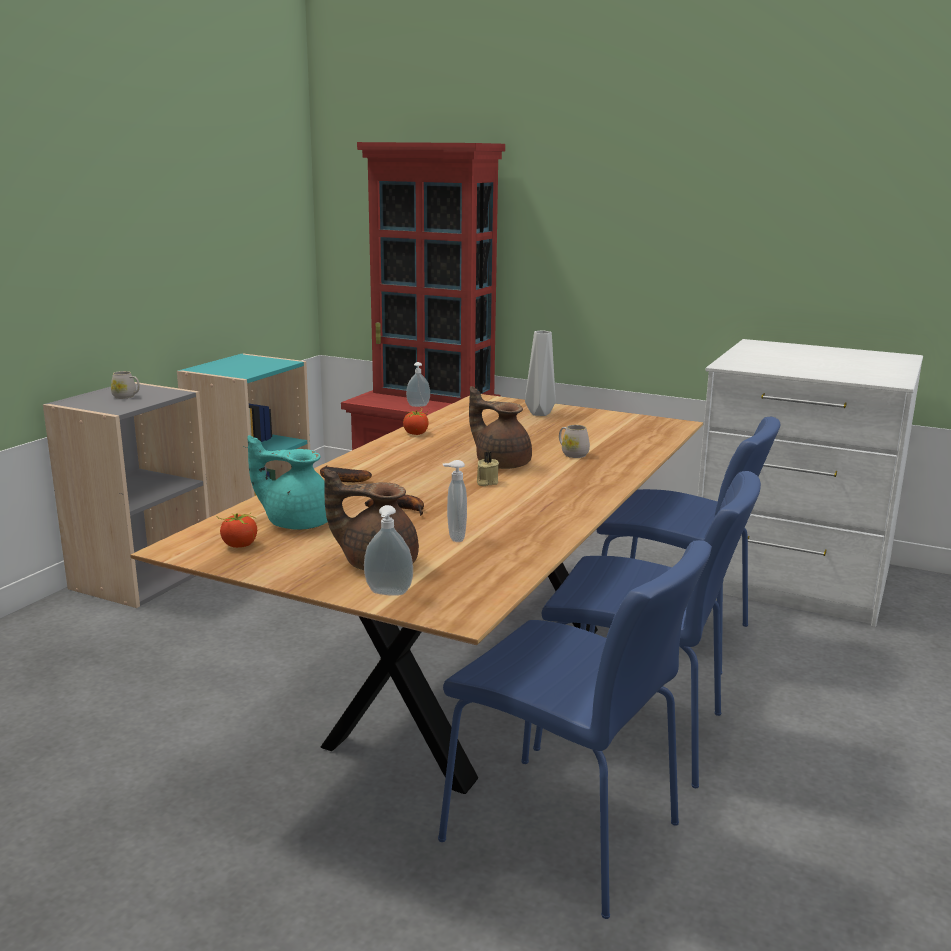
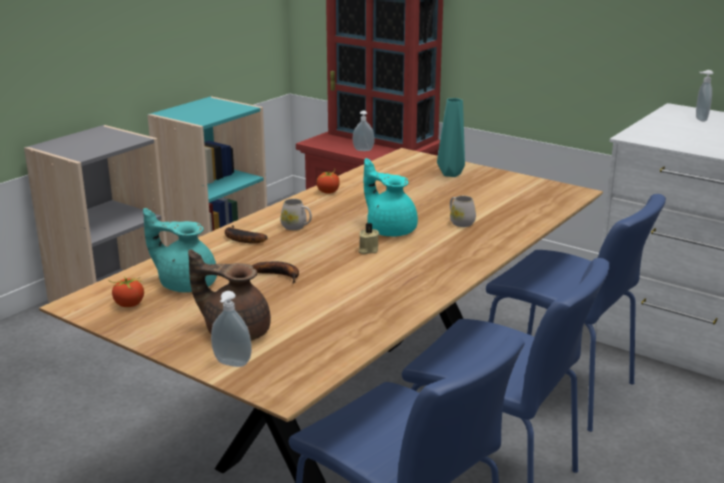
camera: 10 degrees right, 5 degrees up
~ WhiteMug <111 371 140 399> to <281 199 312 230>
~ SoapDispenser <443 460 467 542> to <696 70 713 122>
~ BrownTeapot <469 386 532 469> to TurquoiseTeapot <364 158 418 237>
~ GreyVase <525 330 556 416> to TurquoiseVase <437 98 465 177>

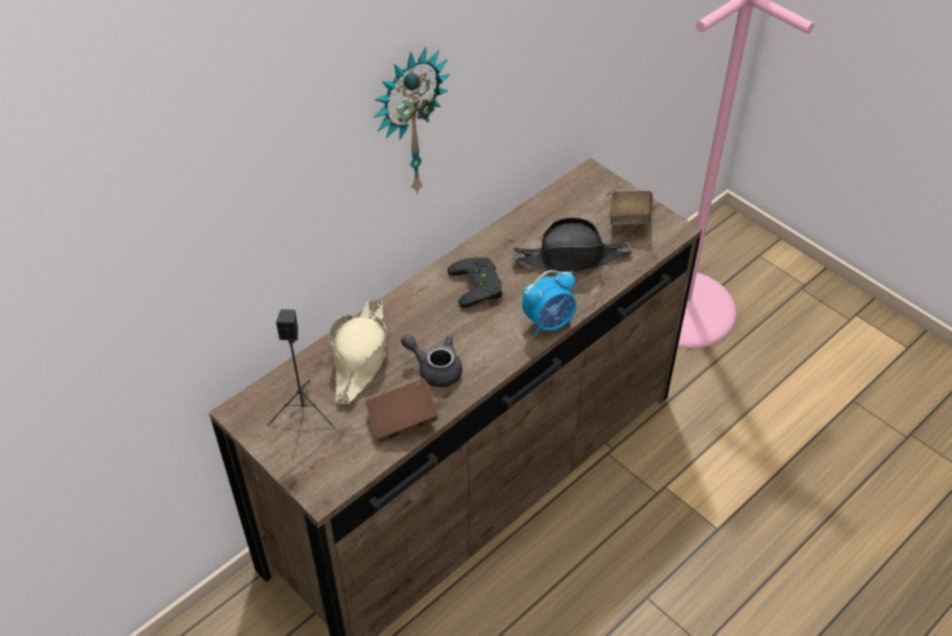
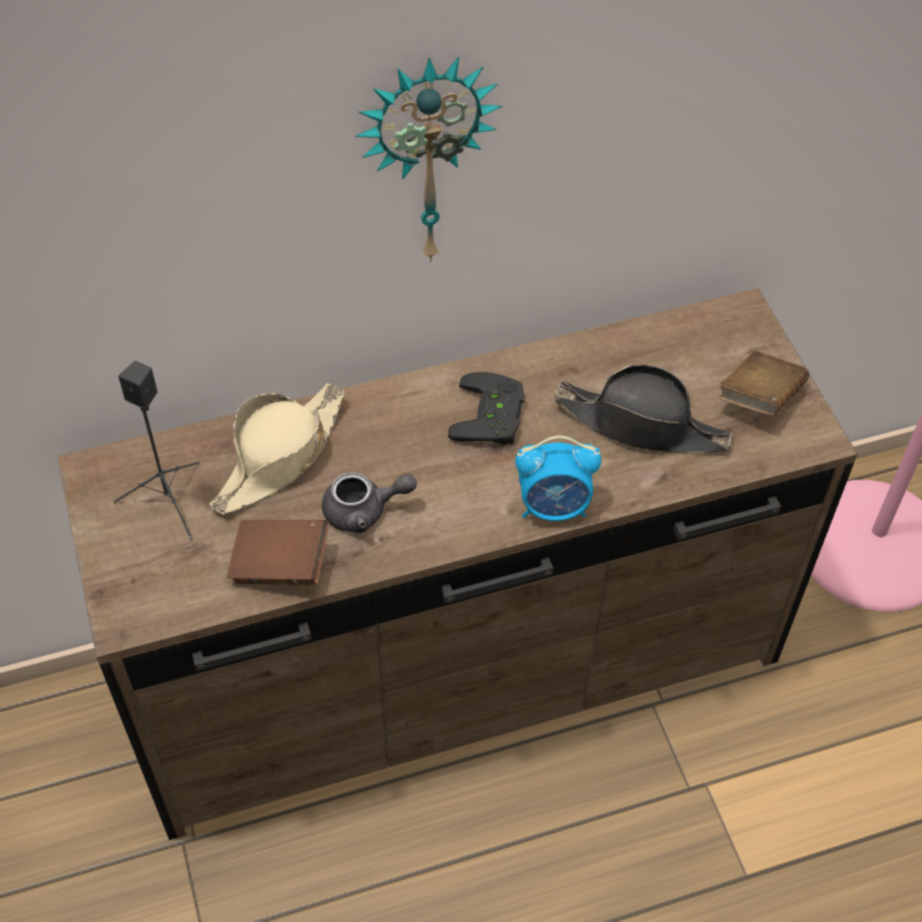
camera: 25 degrees right, 5 degrees up
~ GreyTeapot <401 334 462 387> = <322 472 417 533> 120 degrees clockwise

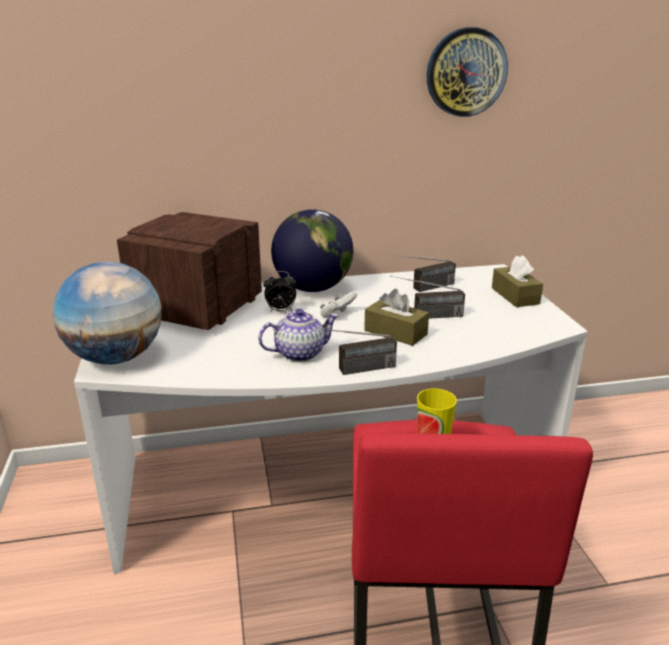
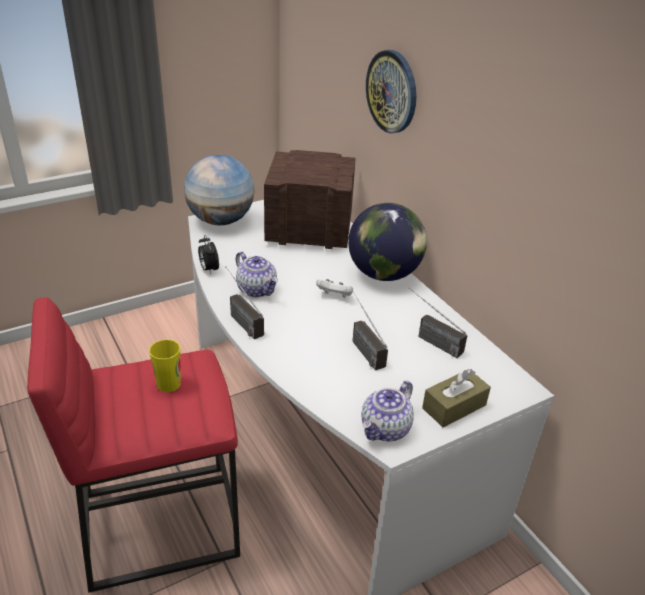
camera: 70 degrees right, 10 degrees up
- BrownTissueBox <364 289 429 346>
+ Teapot <361 380 414 441>
~ AlarmClock <263 271 296 312> to <198 235 219 274>
~ WallClock <427 27 508 117> to <366 50 416 133>

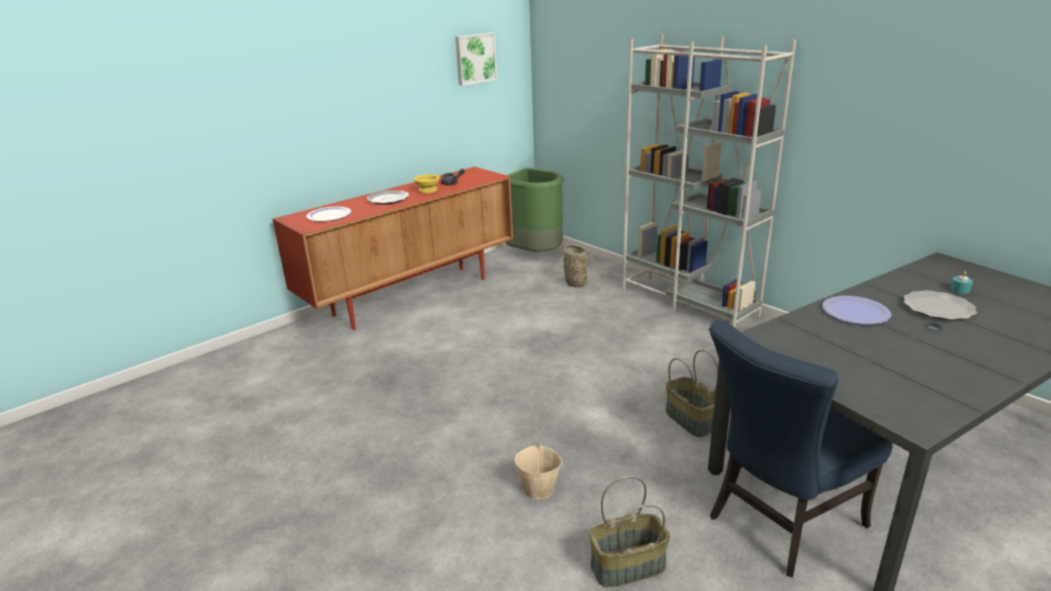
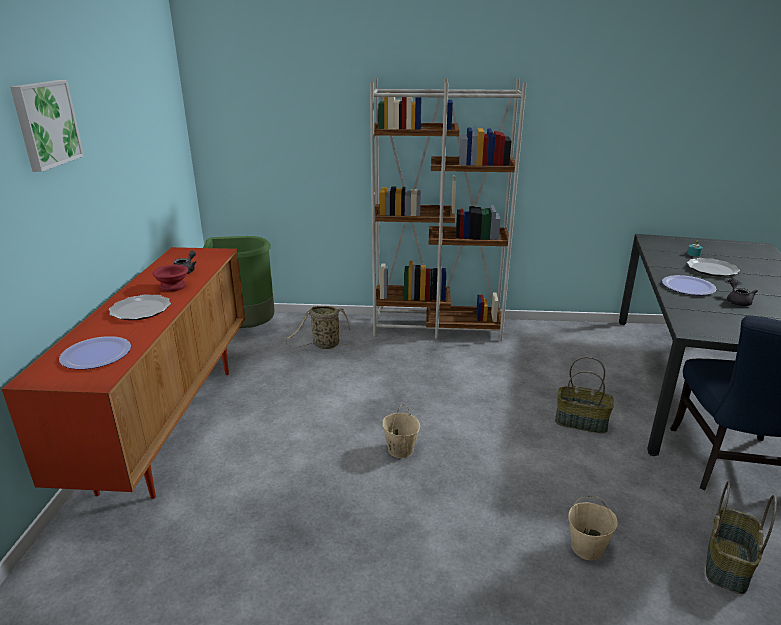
camera: 45 degrees left, 0 degrees up
+ BeigeBucket <382 404 420 458>
+ GreyTeapot <727 279 758 306>
~ Picture <455 33 497 86> to <10 80 84 172>
~ YellowBowl <414 174 440 194> to RedBowl <152 265 188 292>
~ GreyBookcase <622 34 796 328> to BrownBookcase <370 78 527 341>

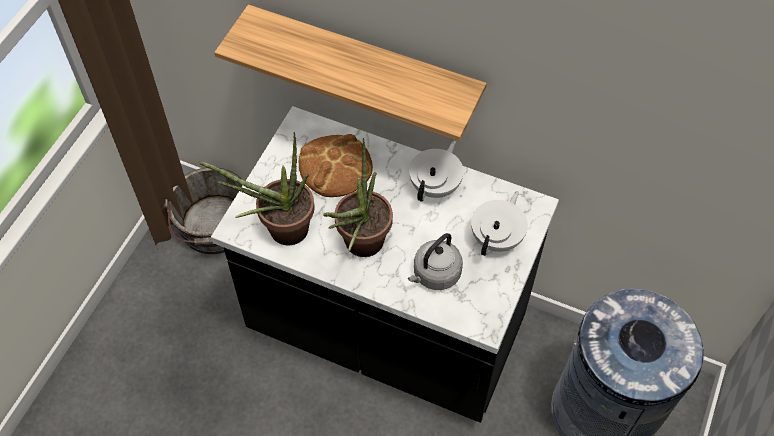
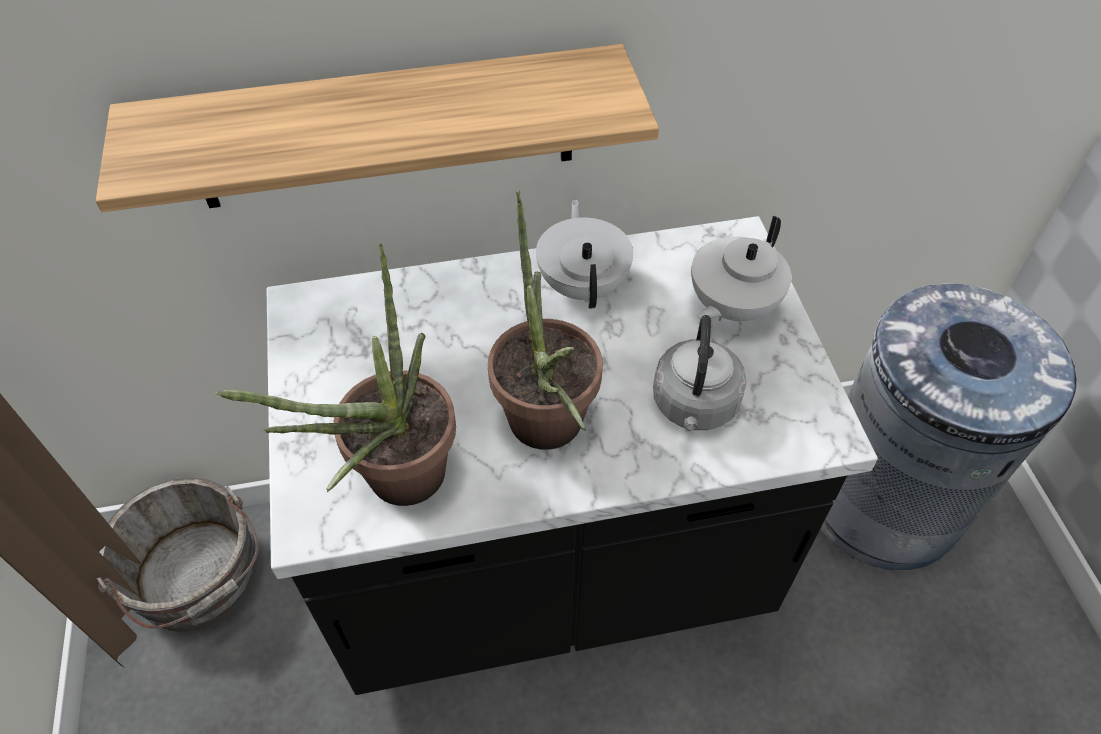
camera: 35 degrees left, 5 degrees down
- Bread <299 134 373 197>
~ WhiteTeapot <471 191 528 256> = <691 216 791 321> 135 degrees counterclockwise

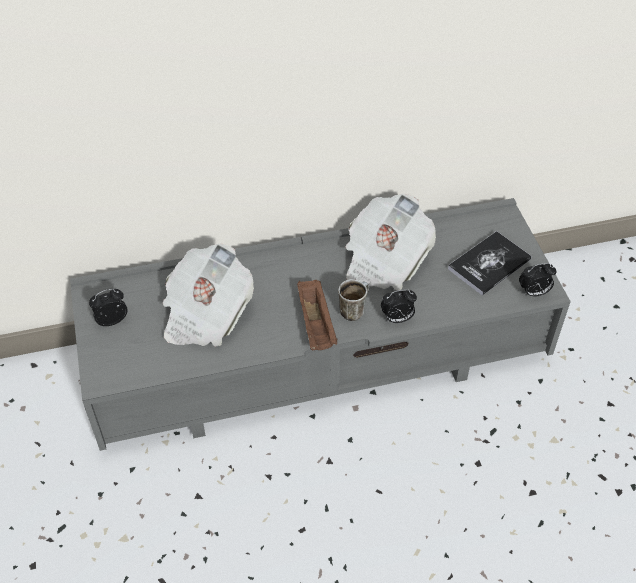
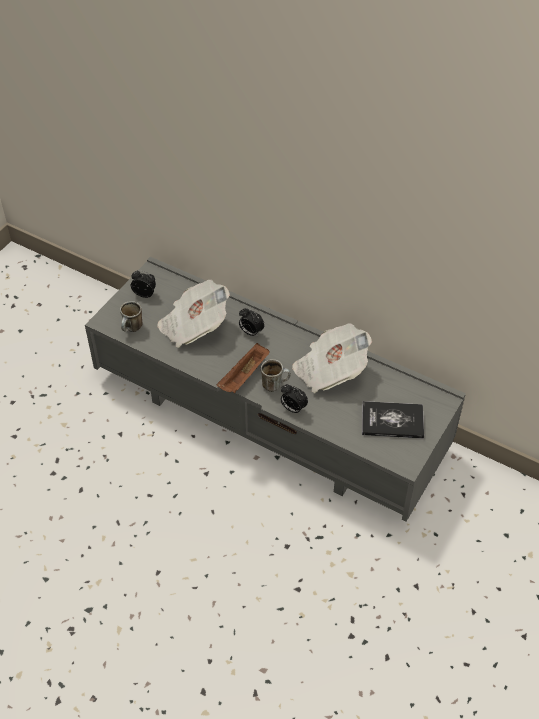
camera: 45 degrees right, 0 degrees up
+ Mug <120 301 143 332>
~ AlarmClock <519 263 556 297> to <239 308 265 337>

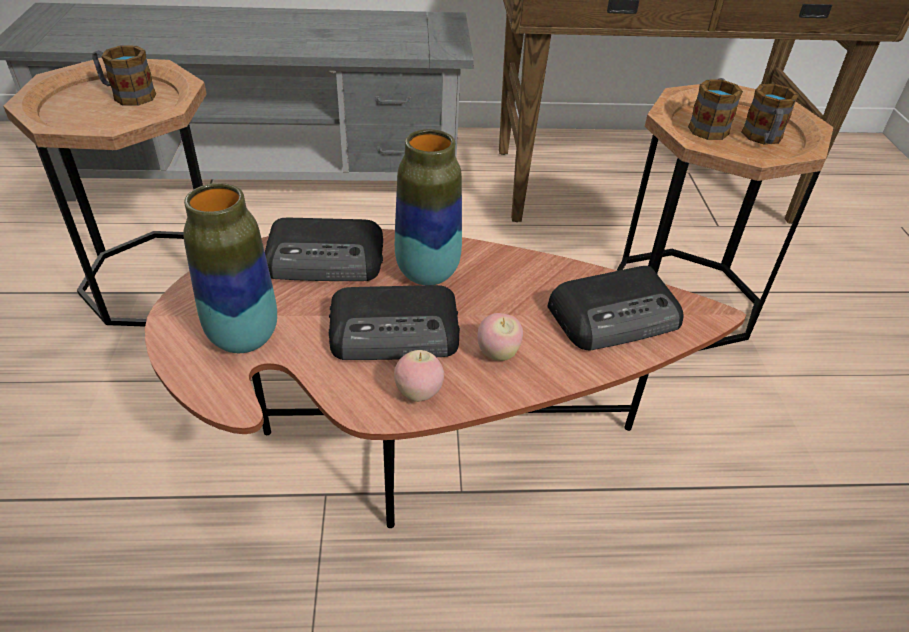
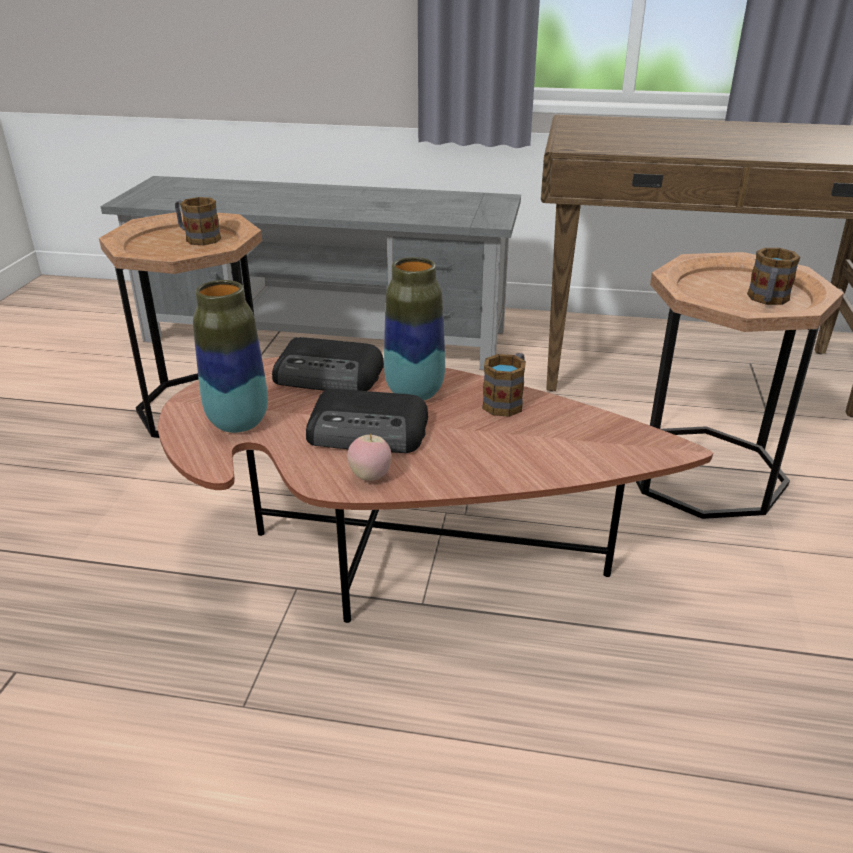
camera: 15 degrees right, 10 degrees down
- Apple <477 313 523 361>
- Radio <547 266 684 350>
~ Mug <688 78 743 140> to <482 353 526 417>

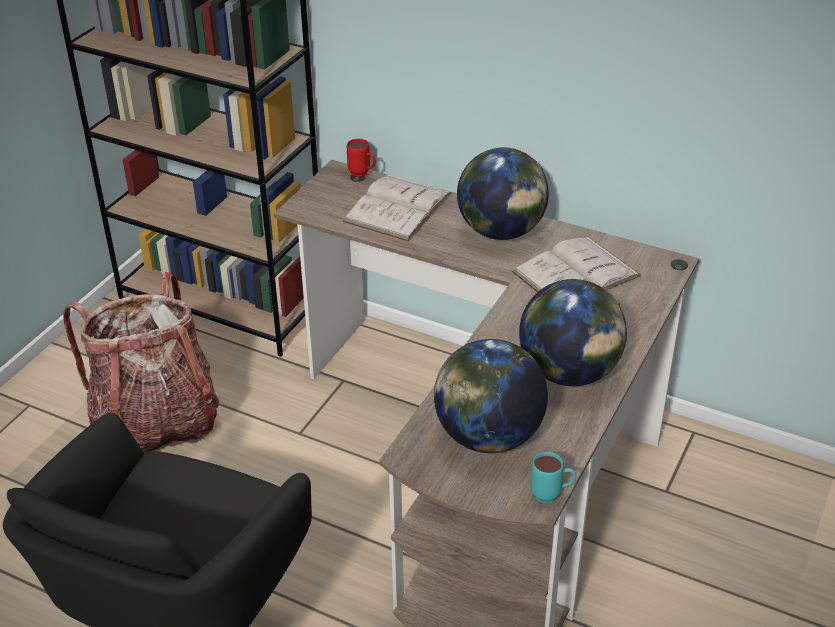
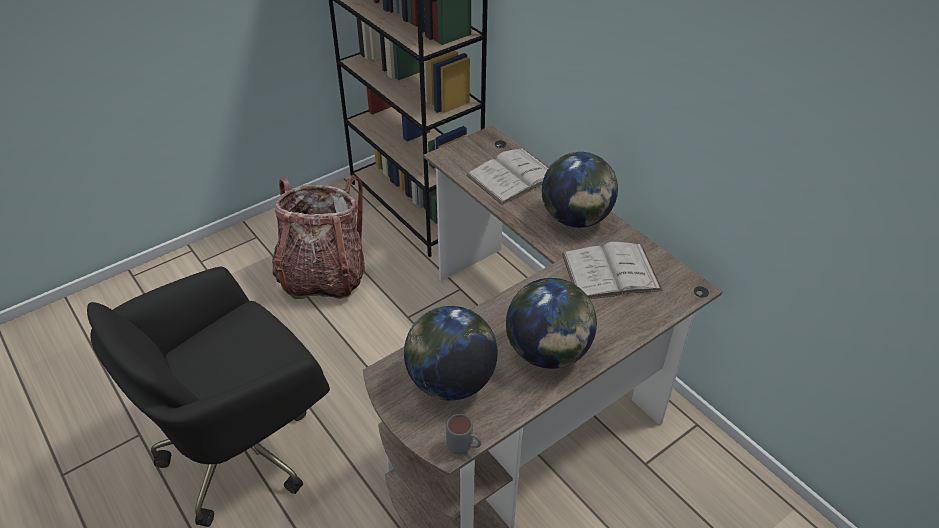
camera: 25 degrees right, 5 degrees up
- RedMug <347 139 376 177>
~ TurquoiseMug <530 452 577 503> to GreyMug <446 414 481 455>

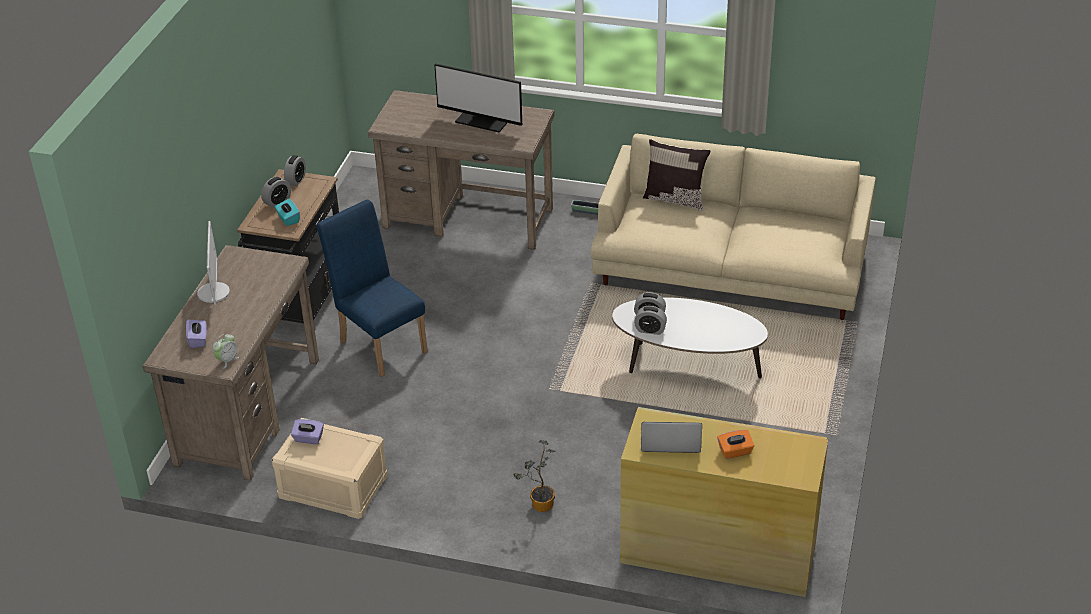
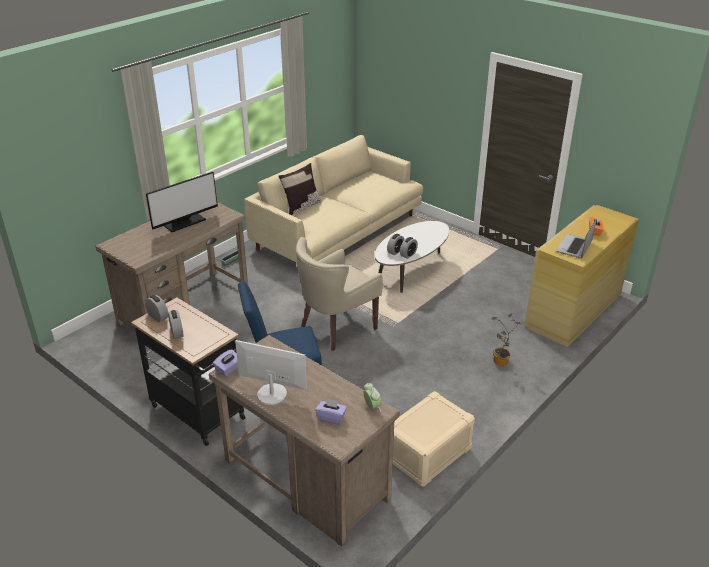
camera: 65 degrees left, 5 degrees down
- TurquoiseTissueBox <275 199 300 226>
+ BeigeArmchair <296 237 383 351>
~ PurpleTissueBox <291 419 324 444> to <213 349 238 377>

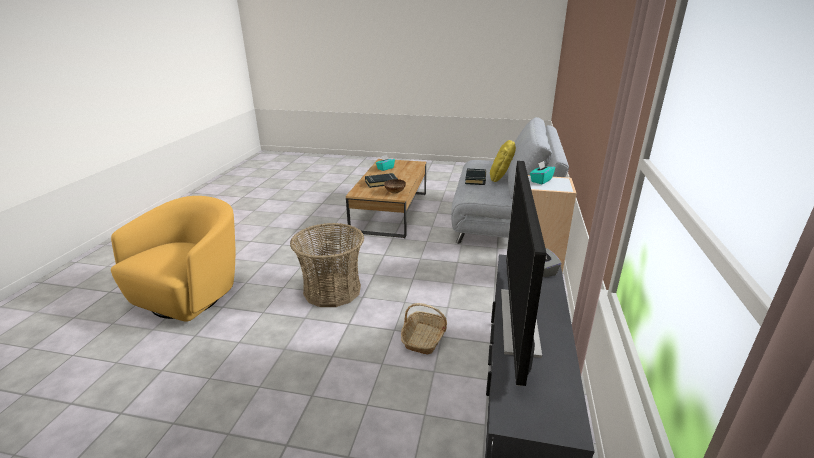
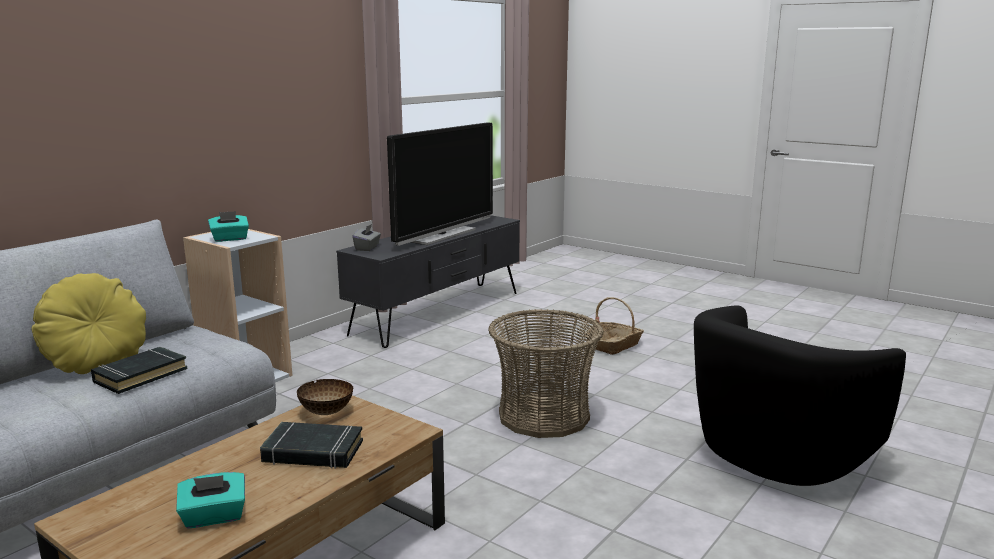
camera: 155 degrees left, 10 degrees down
~ Basket <401 303 447 354> to <586 297 644 355>
~ YellowArmchair <111 196 235 322> to BlackArmchair <694 305 906 486>

